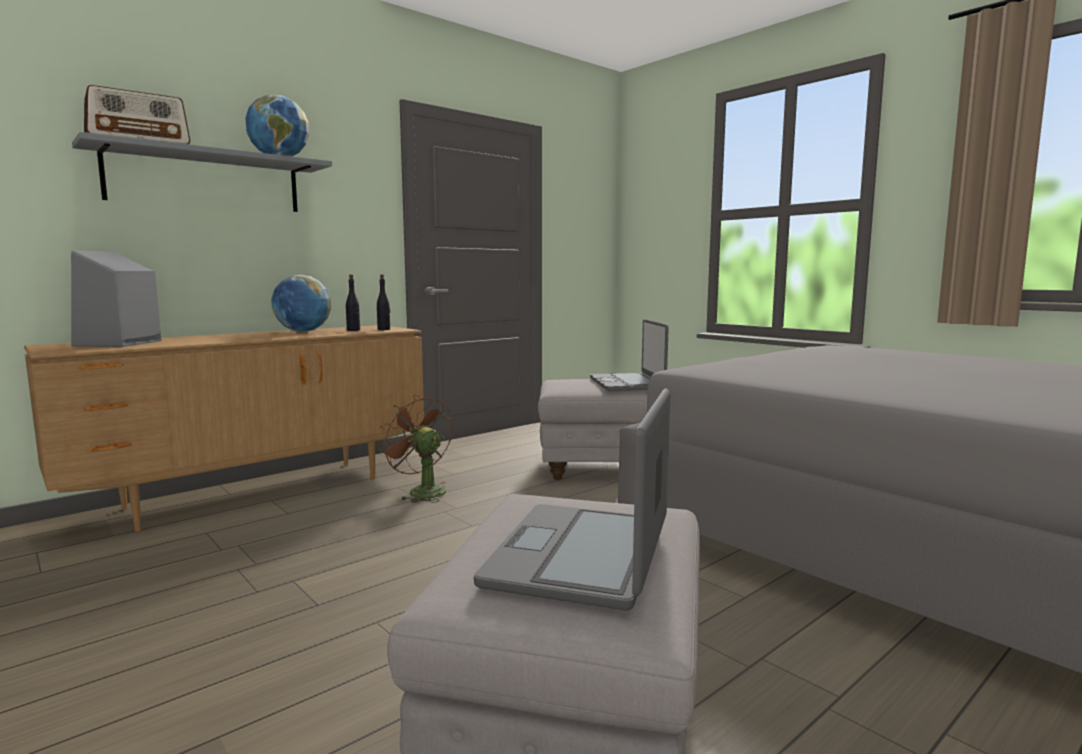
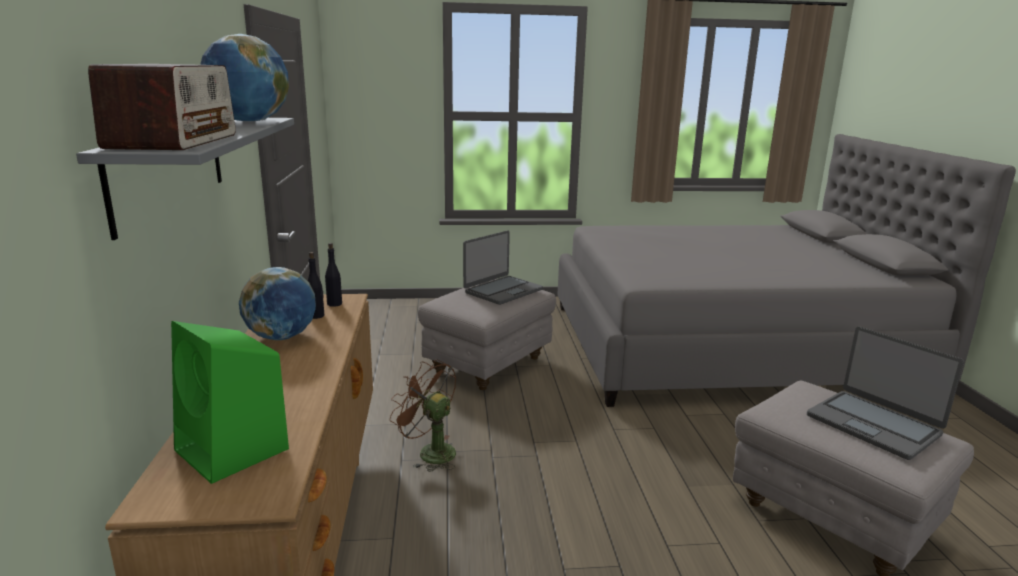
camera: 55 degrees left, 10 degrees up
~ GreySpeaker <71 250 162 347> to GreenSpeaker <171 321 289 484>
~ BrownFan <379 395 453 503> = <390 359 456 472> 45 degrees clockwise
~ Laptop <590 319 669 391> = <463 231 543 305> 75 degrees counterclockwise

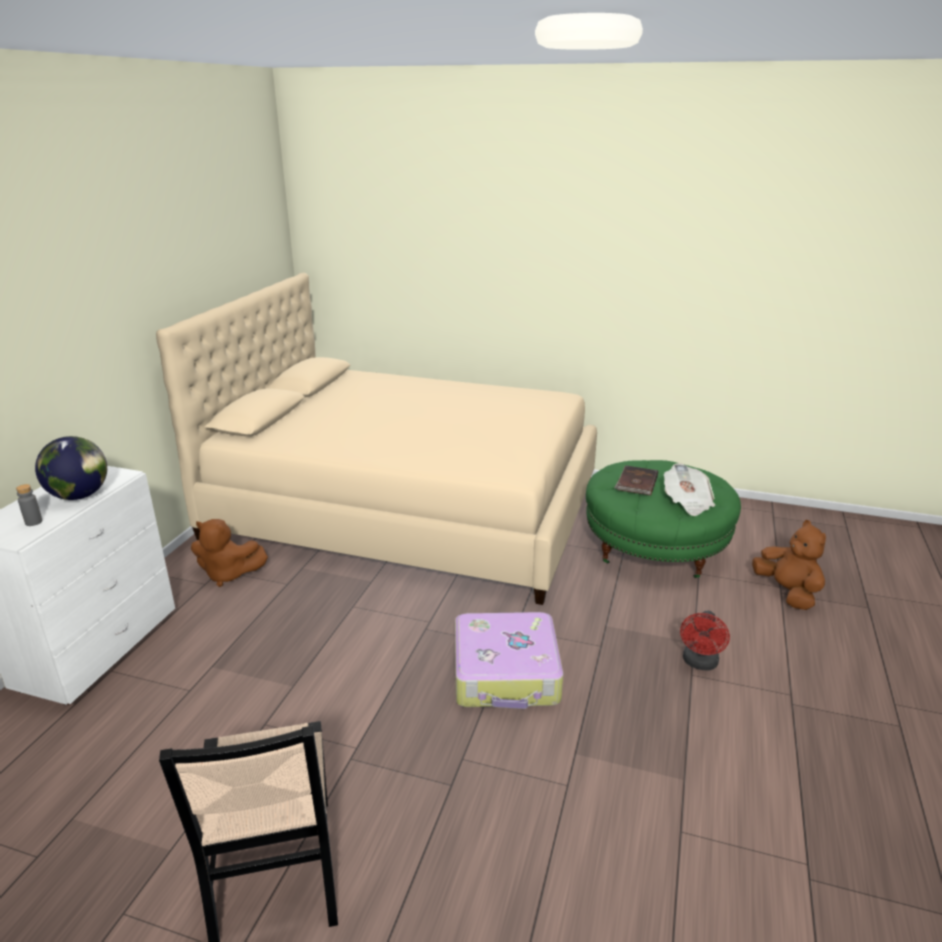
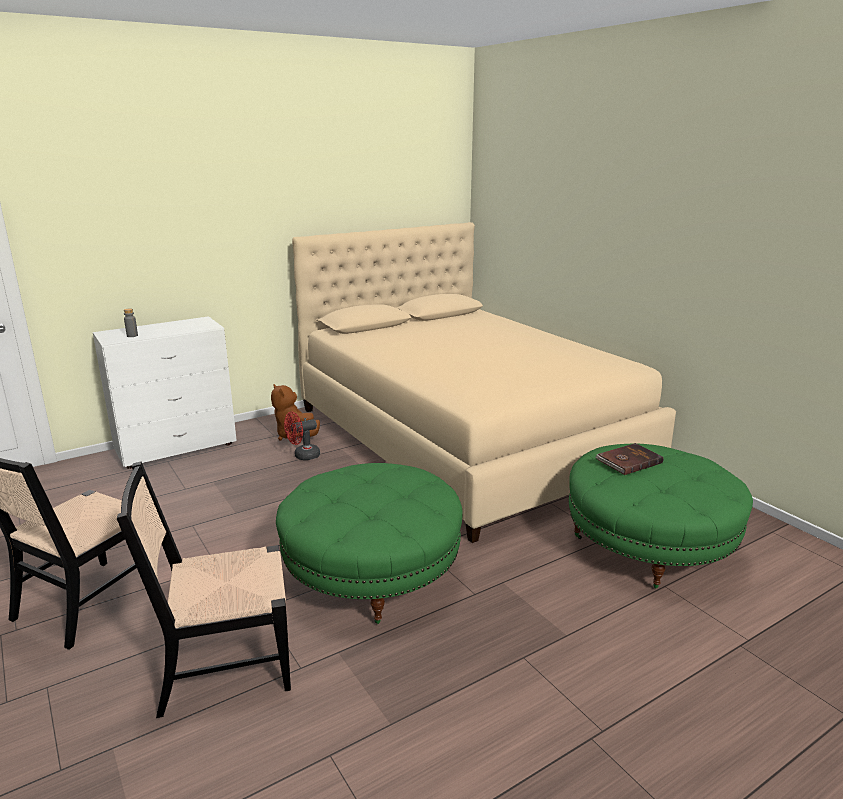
camera: 40 degrees right, 5 degrees down
- Globe <35 436 107 500>
- Newspaper <664 463 715 516>
- BrownPlushToy <752 520 826 610>
+ Chair <117 461 291 718>
~ RedFan <680 611 730 671> to <284 412 320 460>
~ Suitcase <455 612 563 709> to GreenOttoman <276 463 462 624>

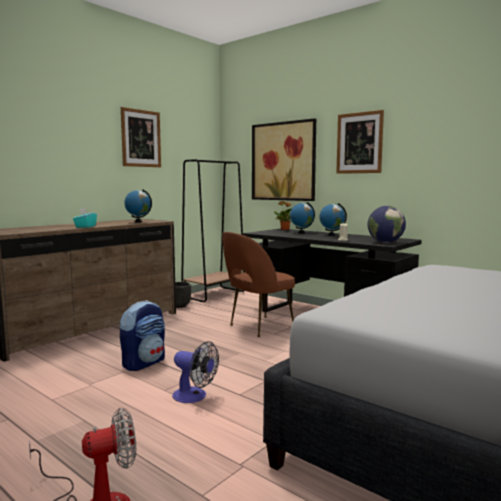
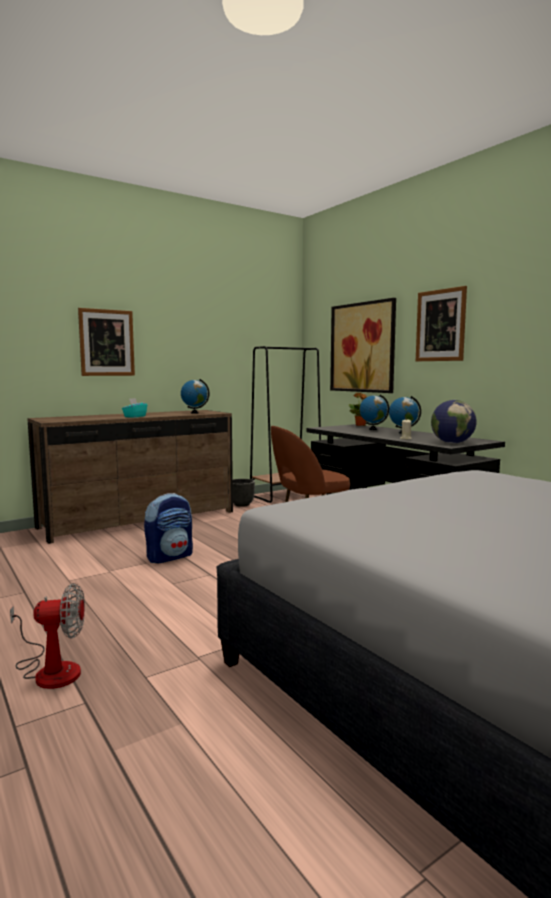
camera: 15 degrees right, 0 degrees up
- Fan <172 341 219 403>
~ Picture <121 107 161 167> to <78 308 135 376>

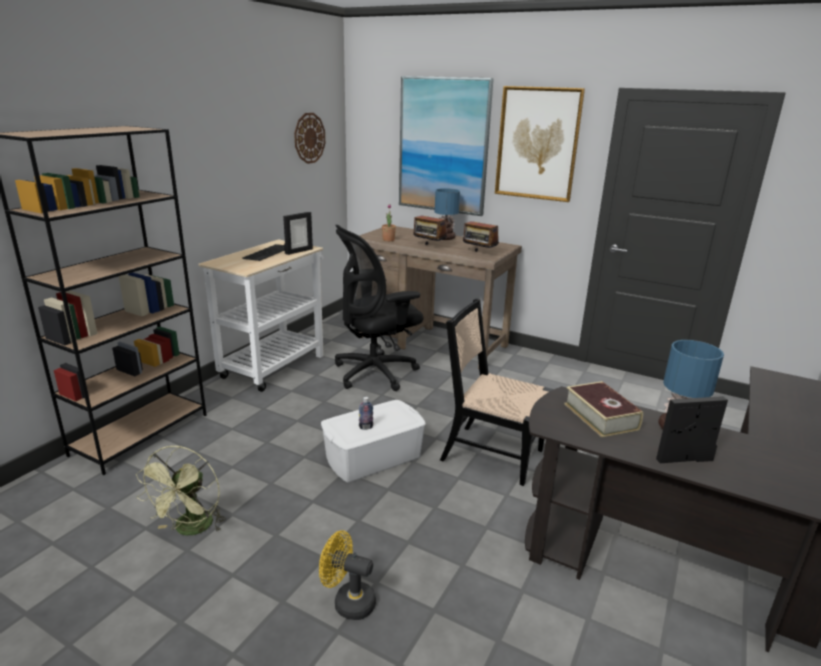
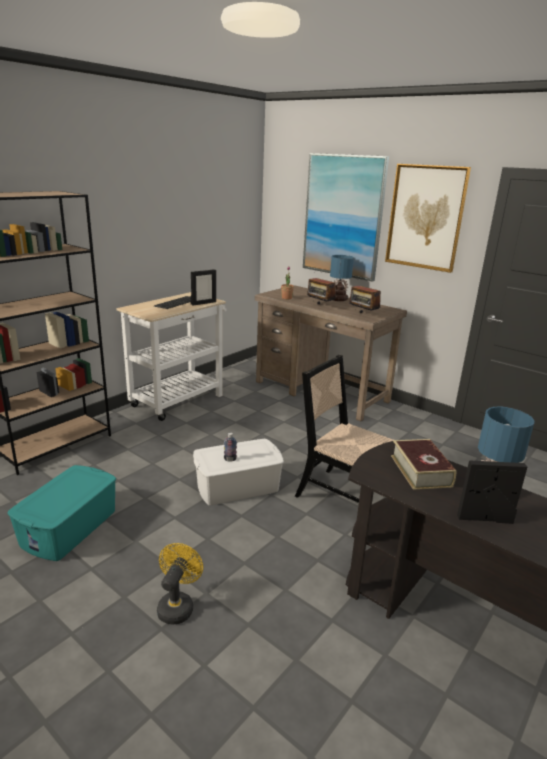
camera: 10 degrees right, 0 degrees up
- WallClock <294 113 325 164>
- BlackOfficeChair <335 225 424 391>
~ GreenFan <136 446 226 535> to TurquoiseStorageBox <7 465 116 561>
~ YellowFan <319 530 376 620> = <157 543 203 624> 75 degrees clockwise

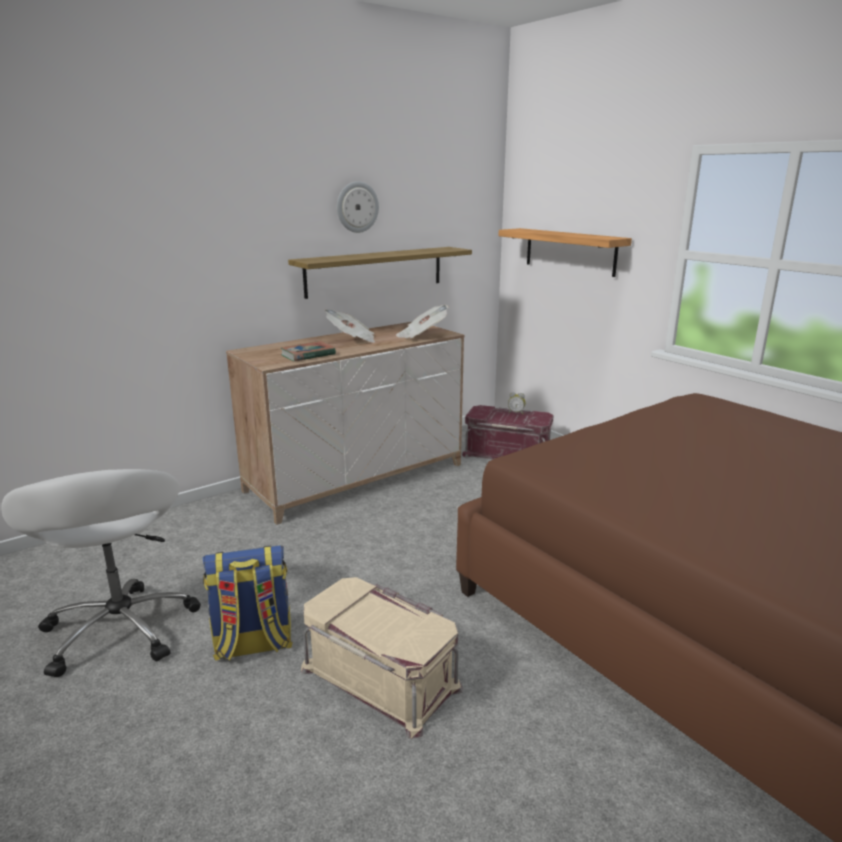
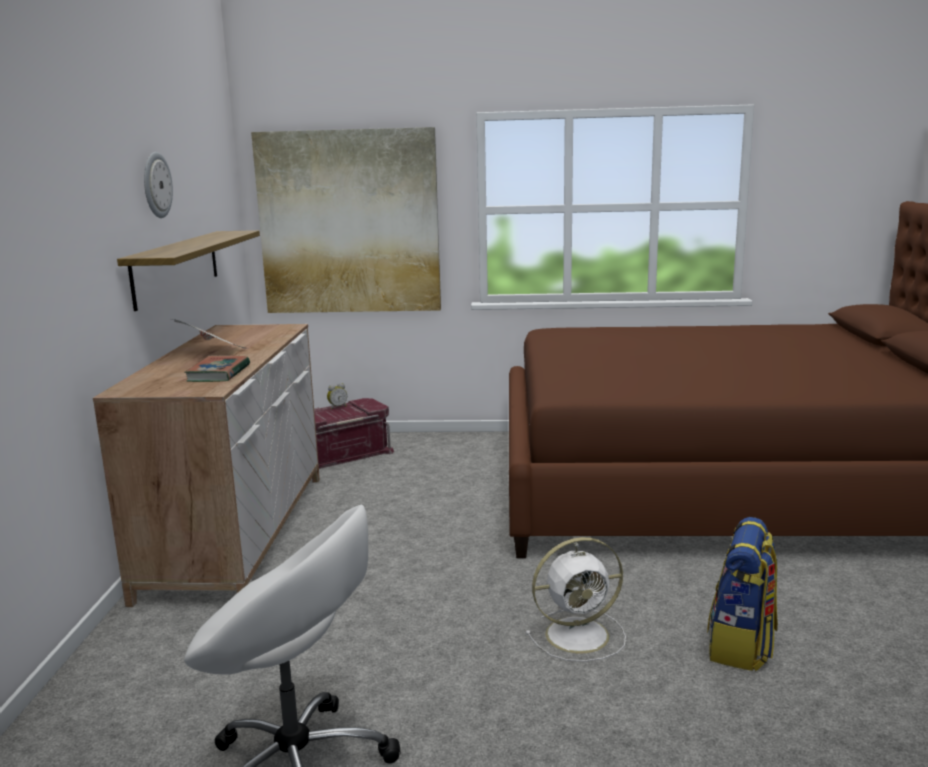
camera: 50 degrees left, 5 degrees down
- Newspaper <396 305 449 339>
~ Backpack <203 545 293 661> to <707 517 778 671>
~ BeigeStorageBox <301 577 463 739> to WhiteFan <526 537 626 662>
~ Shelf <499 228 632 277> to Picture <251 127 441 313>

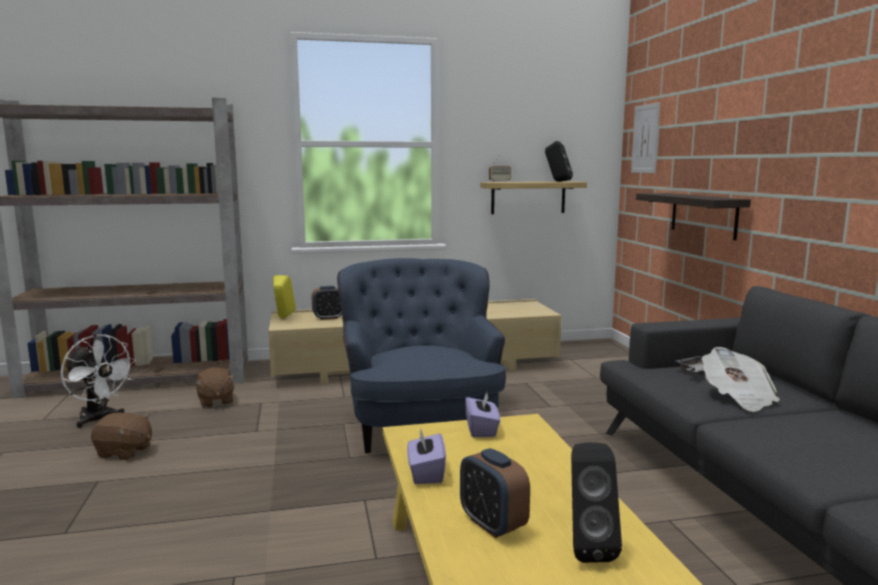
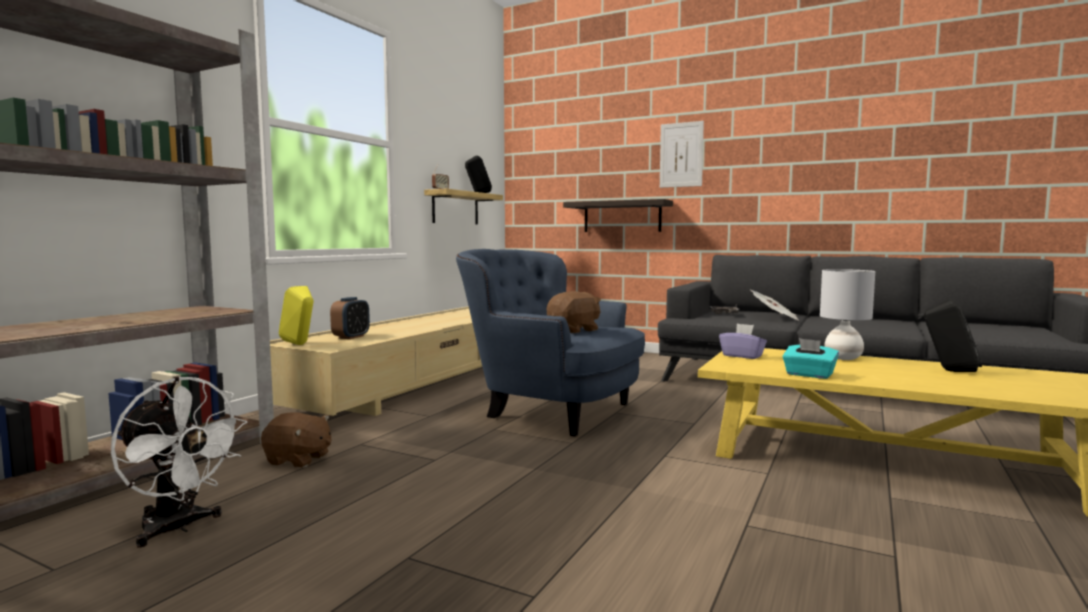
camera: 50 degrees left, 5 degrees down
- AlarmClock <460 448 530 538>
+ GreyTableLamp <820 269 875 360>
~ BrownPlushToy <91 412 152 460> to <547 291 601 333>
~ Picture <631 102 660 173> to <660 121 704 188>
~ PurpleTissueBox <407 428 446 484> to TurquoiseTissueBox <782 338 839 379>
~ WhiteFan <61 334 136 428> = <111 377 248 548> 45 degrees clockwise

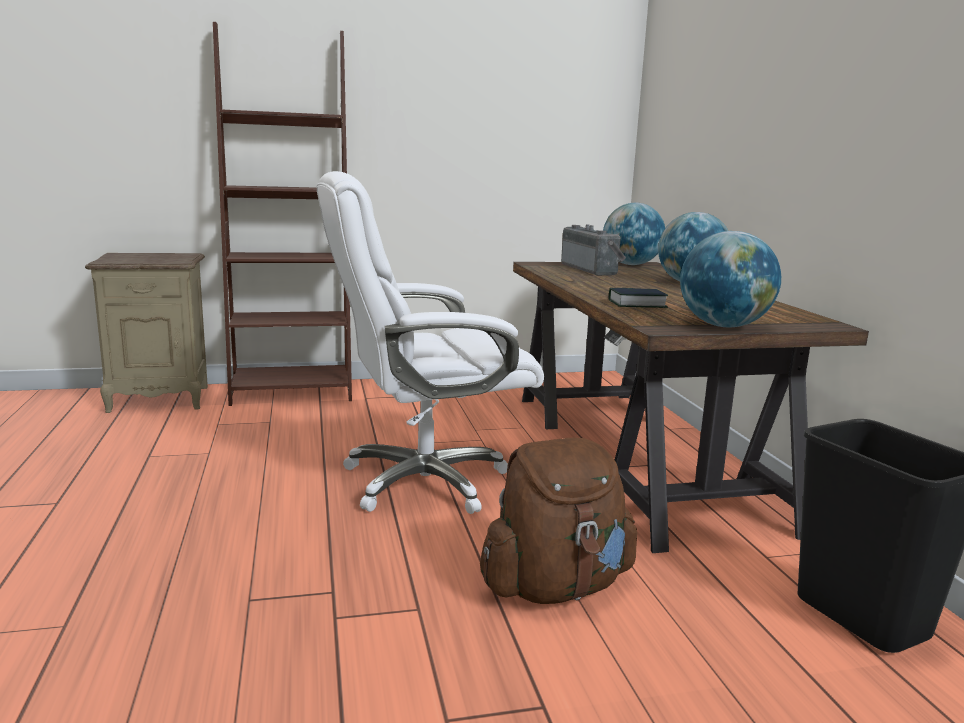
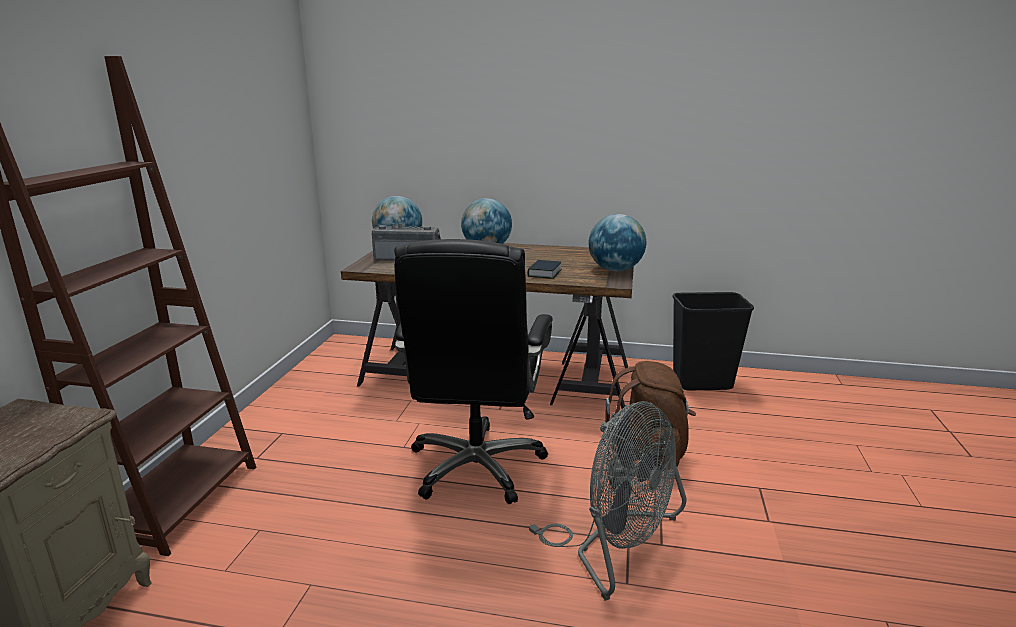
camera: 65 degrees left, 5 degrees up
+ GreyFan <529 401 686 601>
~ WhiteOfficeChair <317 171 544 514> to BlackOfficeChair <394 239 553 504>

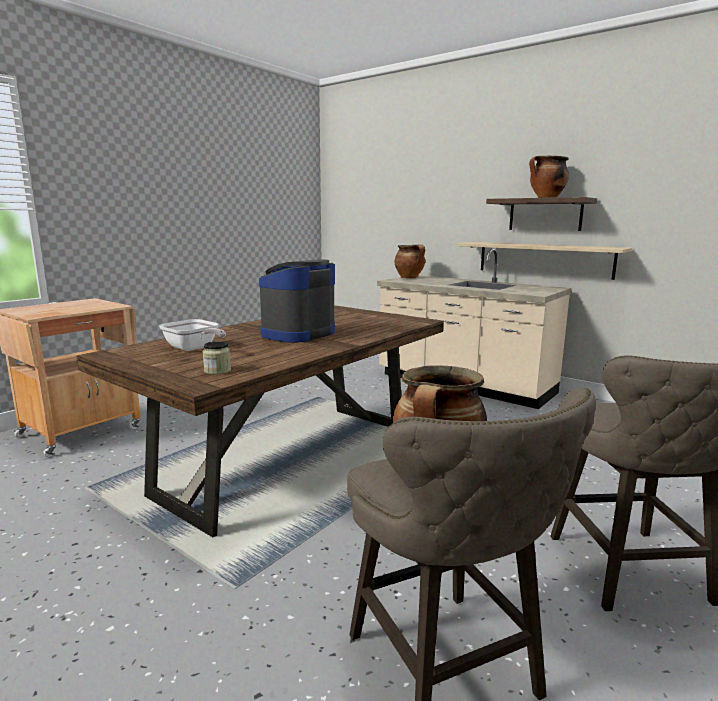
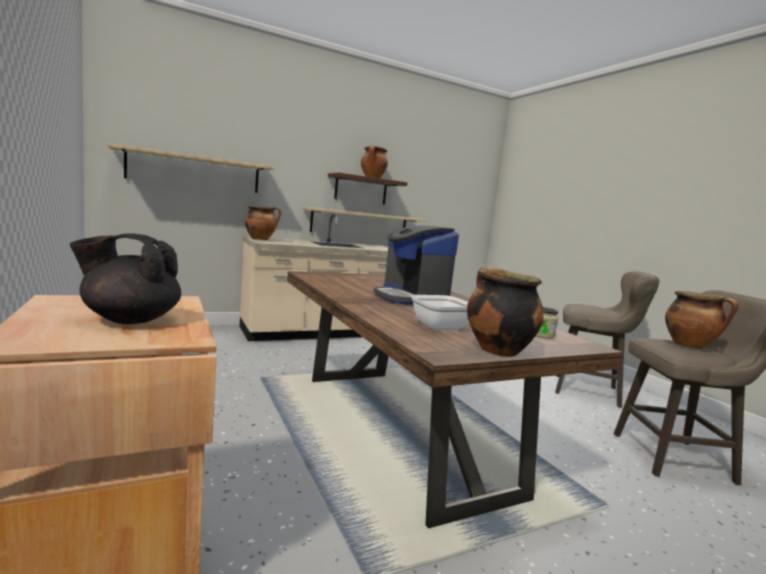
camera: 65 degrees left, 5 degrees down
+ BlackTeapot <70 233 181 324>
+ Shelf <108 143 276 193>
+ CookingPot <467 267 543 357>

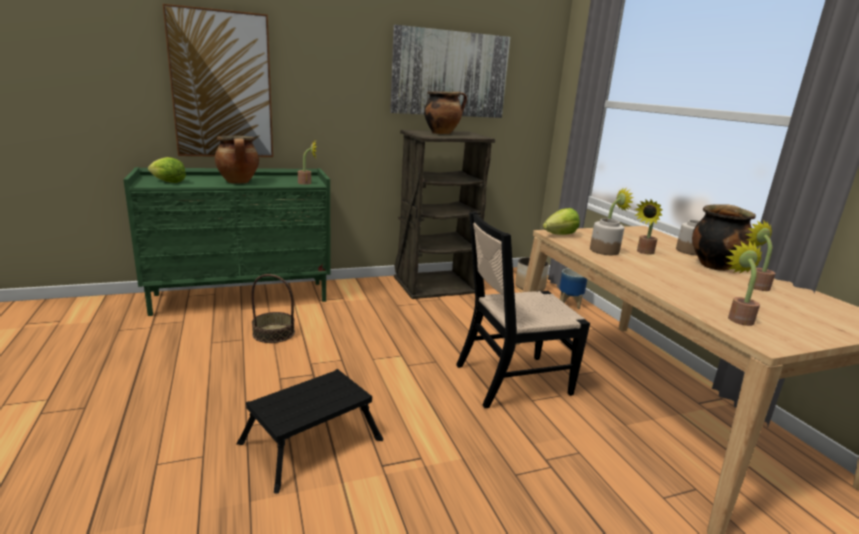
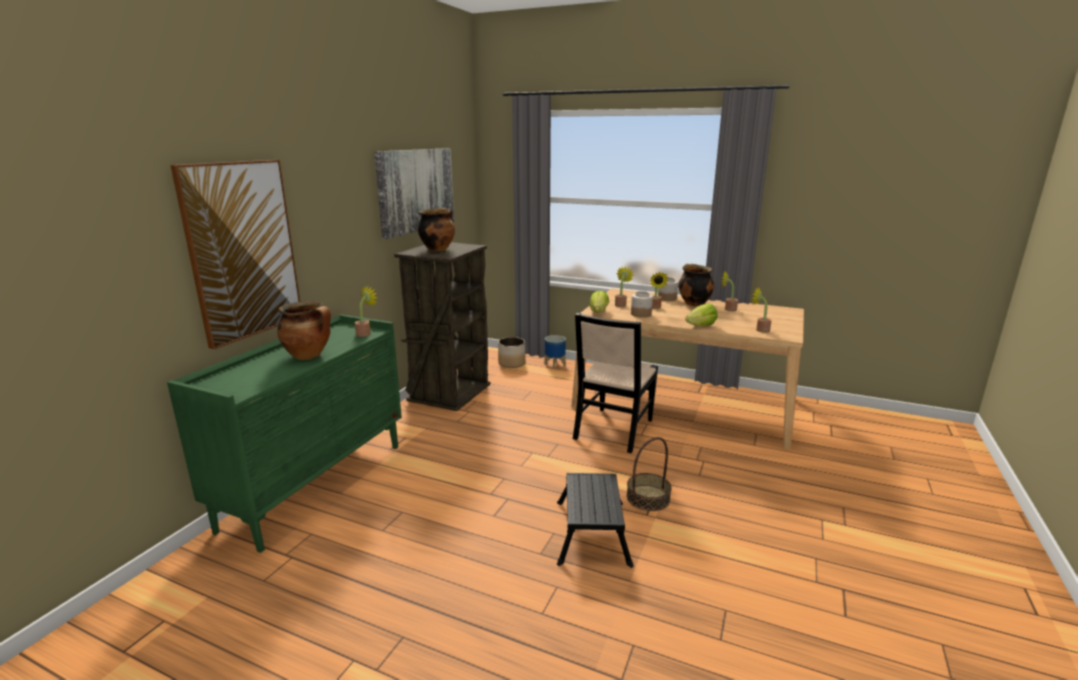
camera: 45 degrees left, 0 degrees up
~ Lettuce <148 157 186 183> to <685 304 717 326>
~ Basket <251 274 295 343> to <626 437 672 511>

